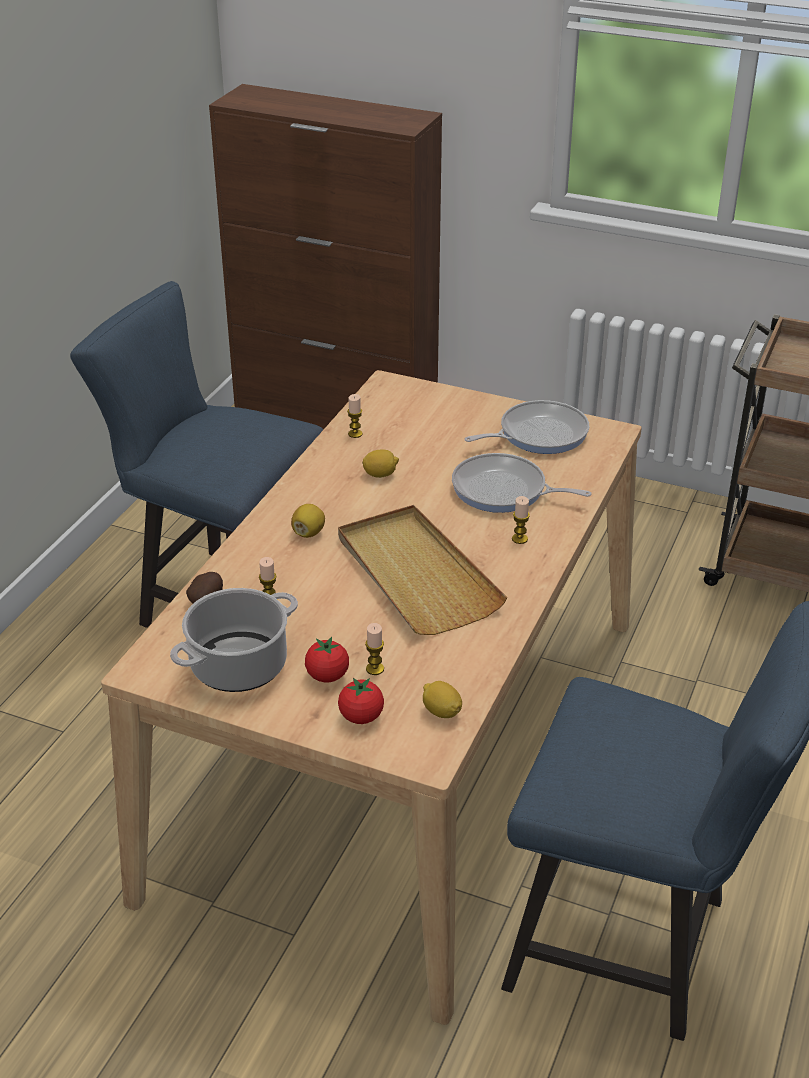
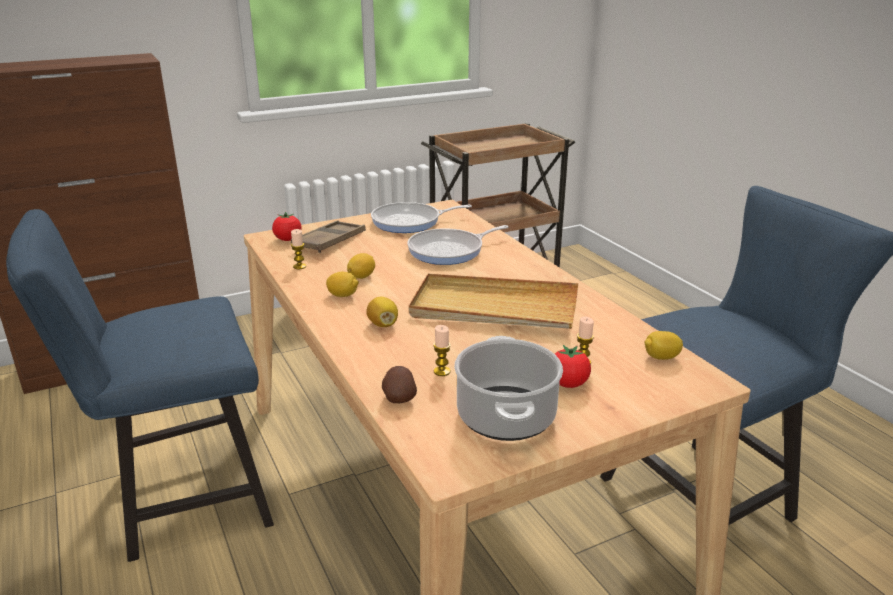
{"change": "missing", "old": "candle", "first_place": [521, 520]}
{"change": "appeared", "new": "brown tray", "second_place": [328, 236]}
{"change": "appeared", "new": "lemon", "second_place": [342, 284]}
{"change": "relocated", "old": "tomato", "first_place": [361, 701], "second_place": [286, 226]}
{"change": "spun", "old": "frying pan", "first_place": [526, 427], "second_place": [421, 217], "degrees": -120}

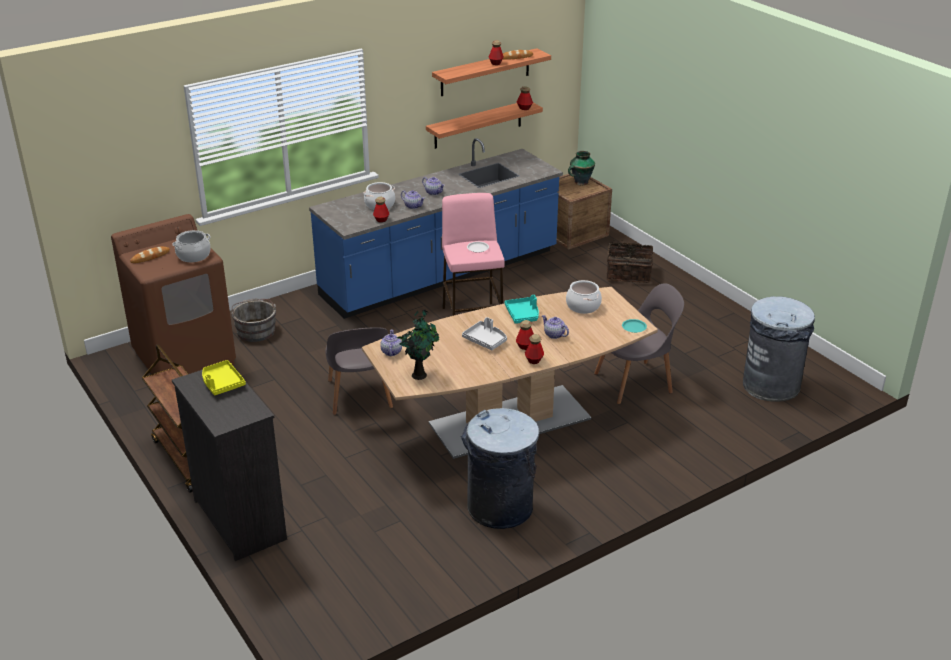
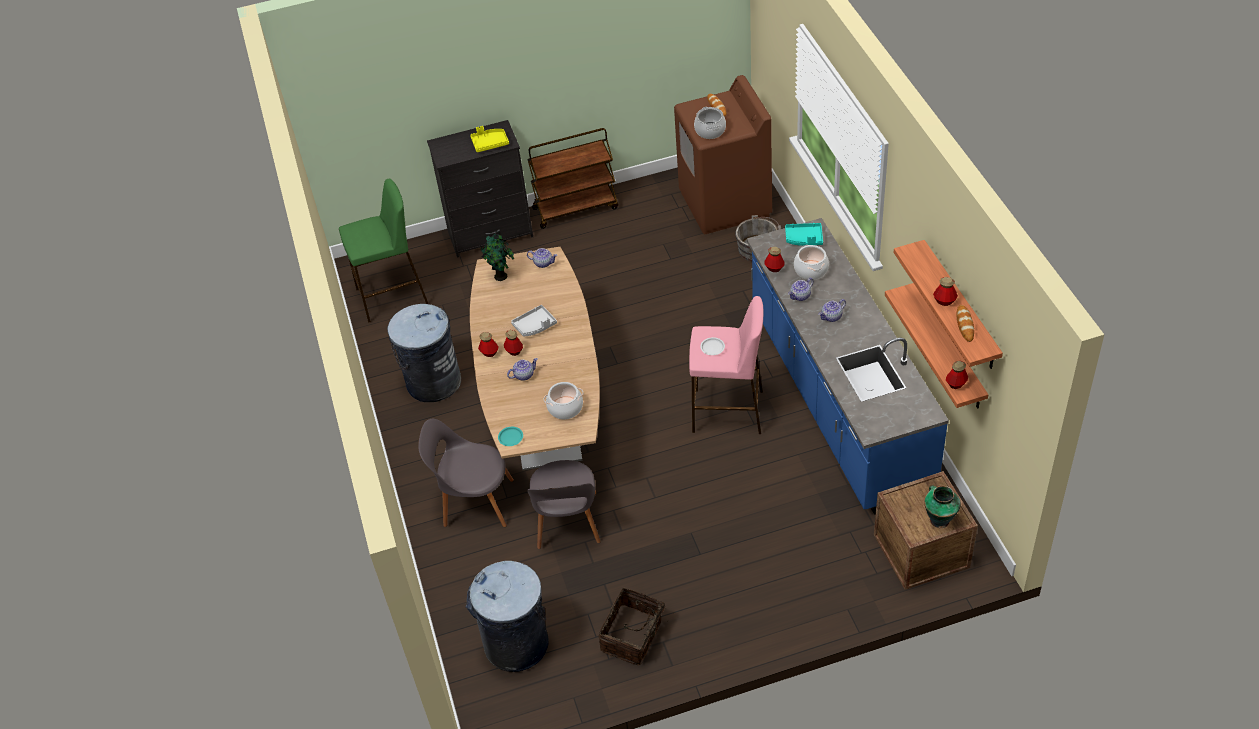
{"change": "appeared", "new": "green stool", "second_place": [384, 251]}
{"change": "relocated", "old": "grey chair", "first_place": [359, 371], "second_place": [466, 473]}
{"change": "relocated", "old": "turquoise tray", "first_place": [522, 309], "second_place": [804, 234]}
{"change": "relocated", "old": "basket", "first_place": [629, 262], "second_place": [636, 626]}

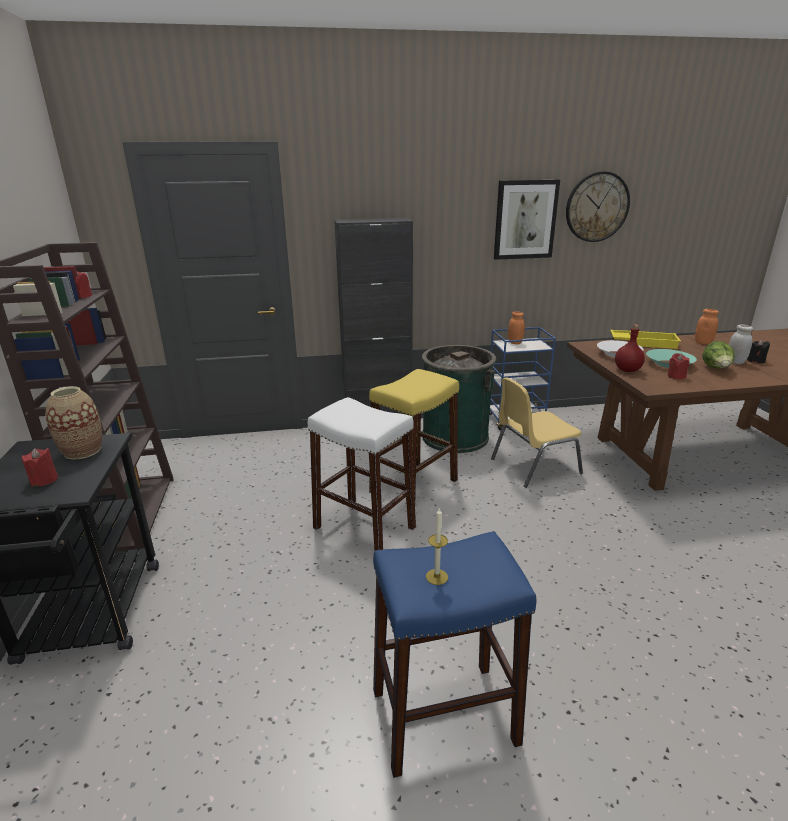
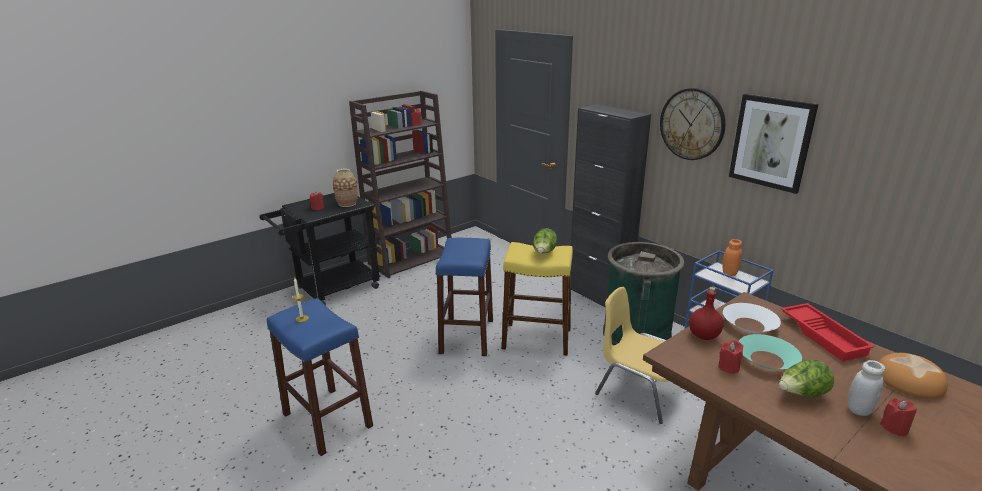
{"change": "appeared", "new": "lettuce", "second_place": [545, 240]}
{"change": "relocated", "old": "wall clock", "first_place": [598, 206], "second_place": [692, 124]}
{"change": "exchanged", "old": "orange jar", "new": "bread", "first_place": [707, 326], "second_place": [913, 376]}
{"change": "colour", "old": "white stool", "new": "blue stool", "first_place": [362, 474], "second_place": [464, 297]}
{"change": "colour", "old": "yellow tray", "new": "red tray", "first_place": [645, 339], "second_place": [828, 332]}
{"change": "colour", "old": "black candle", "new": "red candle", "first_place": [758, 351], "second_place": [898, 417]}

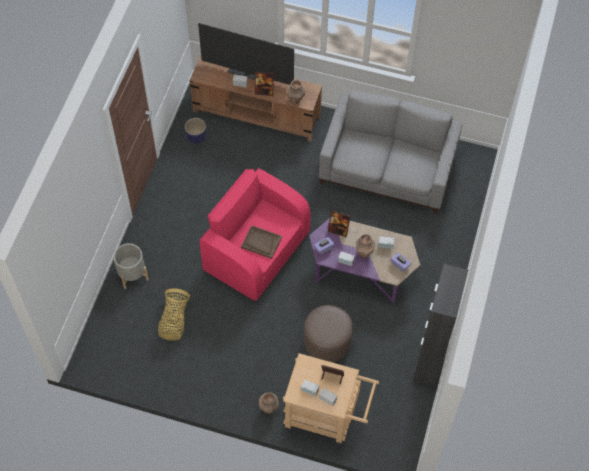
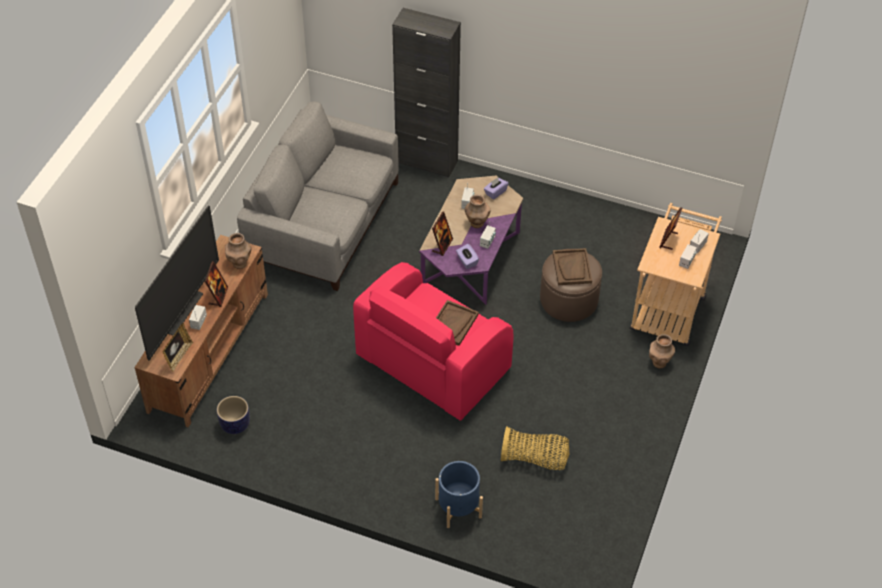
{"change": "appeared", "new": "picture frame", "second_place": [177, 347]}
{"change": "appeared", "new": "brown tray", "second_place": [572, 266]}
{"change": "relocated", "old": "black cabinet", "first_place": [440, 325], "second_place": [426, 93]}
{"change": "colour", "old": "grey planter", "new": "blue planter", "first_place": [131, 266], "second_place": [459, 494]}

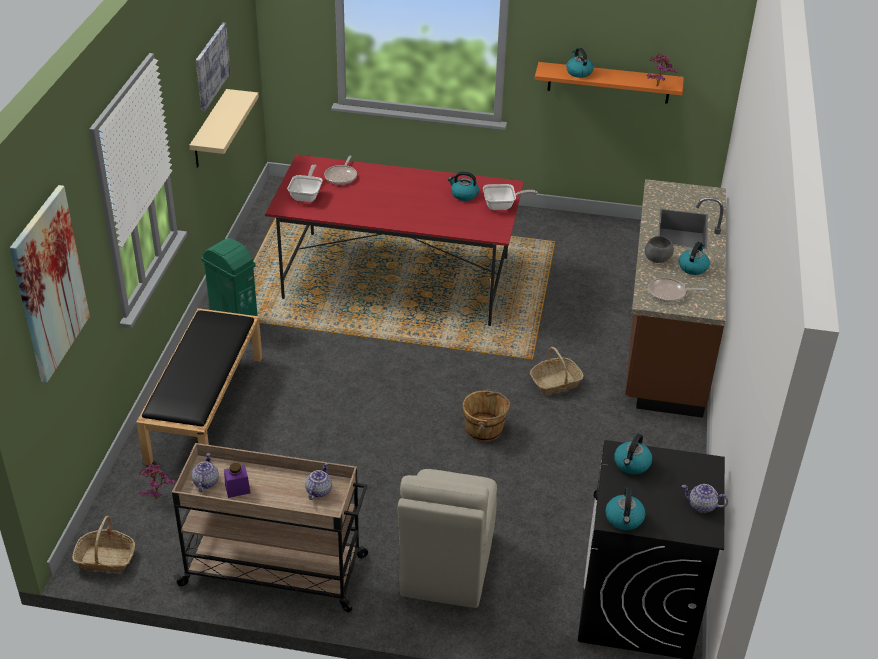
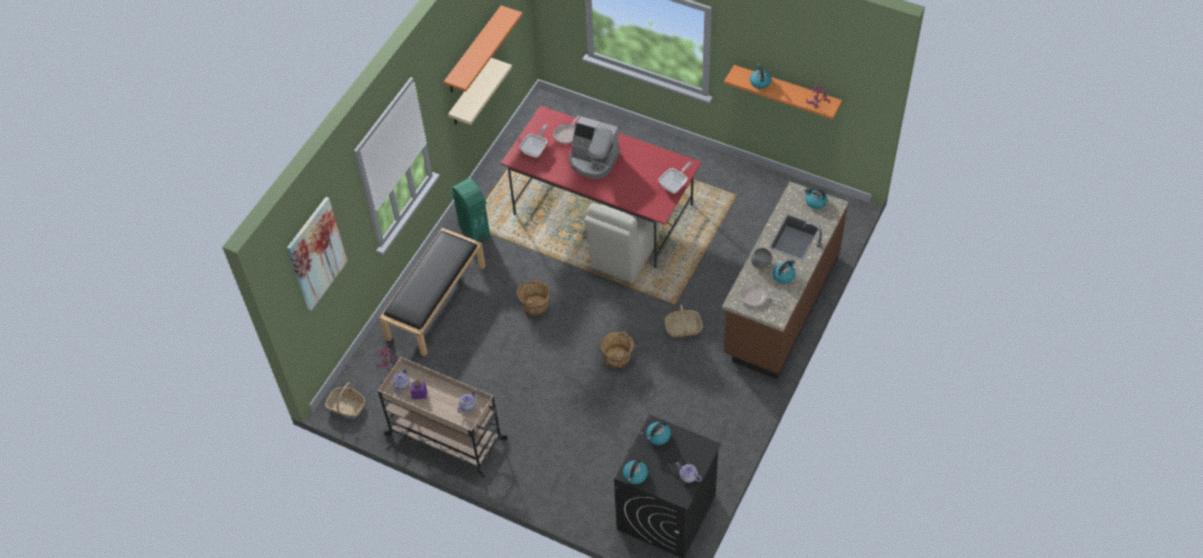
{"change": "appeared", "new": "brown bucket", "second_place": [533, 297]}
{"change": "appeared", "new": "coffee machine", "second_place": [594, 147]}
{"change": "relocated", "old": "beige chair", "first_place": [447, 538], "second_place": [621, 243]}
{"change": "relocated", "old": "kettle", "first_place": [463, 186], "second_place": [816, 198]}
{"change": "exchanged", "old": "picture", "new": "orange shelf", "first_place": [213, 67], "second_place": [483, 49]}
{"change": "spun", "old": "frying pan", "first_place": [510, 197], "second_place": [675, 177], "degrees": -60}

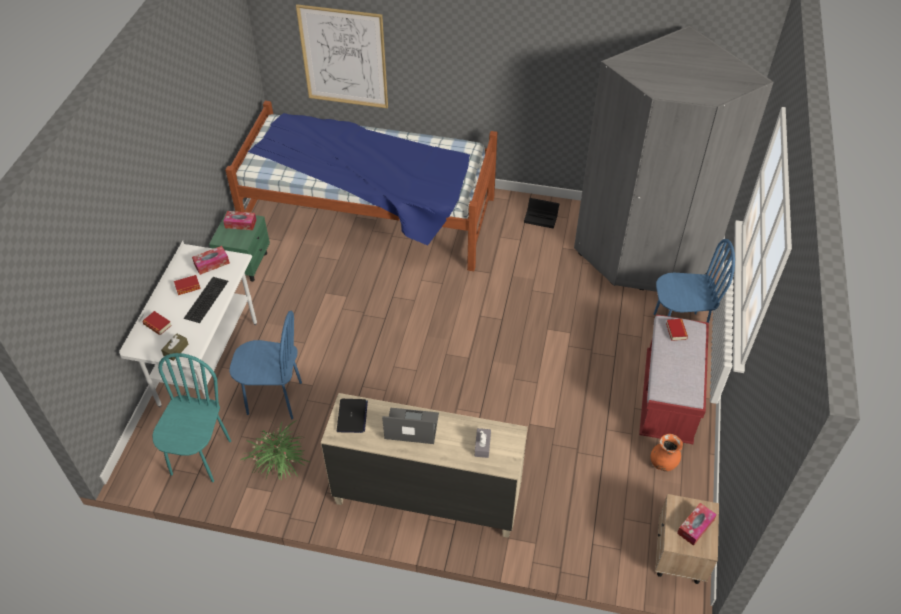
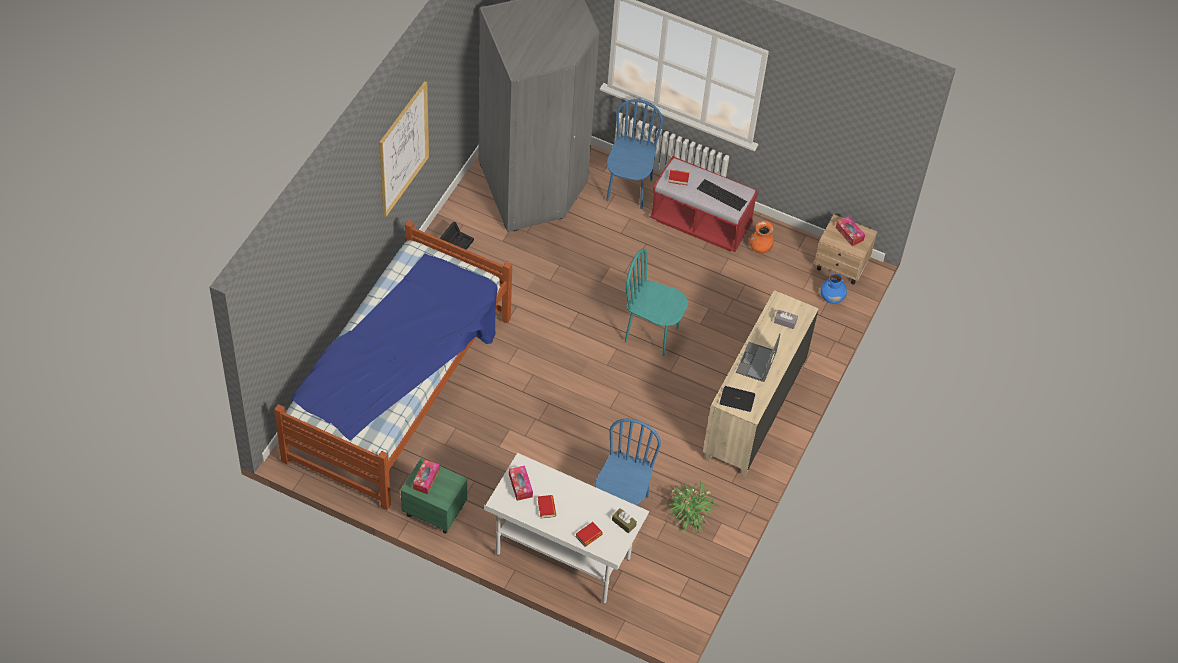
{"change": "appeared", "new": "blue vase", "second_place": [834, 288]}
{"change": "relocated", "old": "turquoise chair", "first_place": [191, 417], "second_place": [656, 302]}
{"change": "relocated", "old": "keyboard", "first_place": [206, 300], "second_place": [722, 195]}
{"change": "relocated", "old": "picture", "first_place": [342, 56], "second_place": [404, 149]}

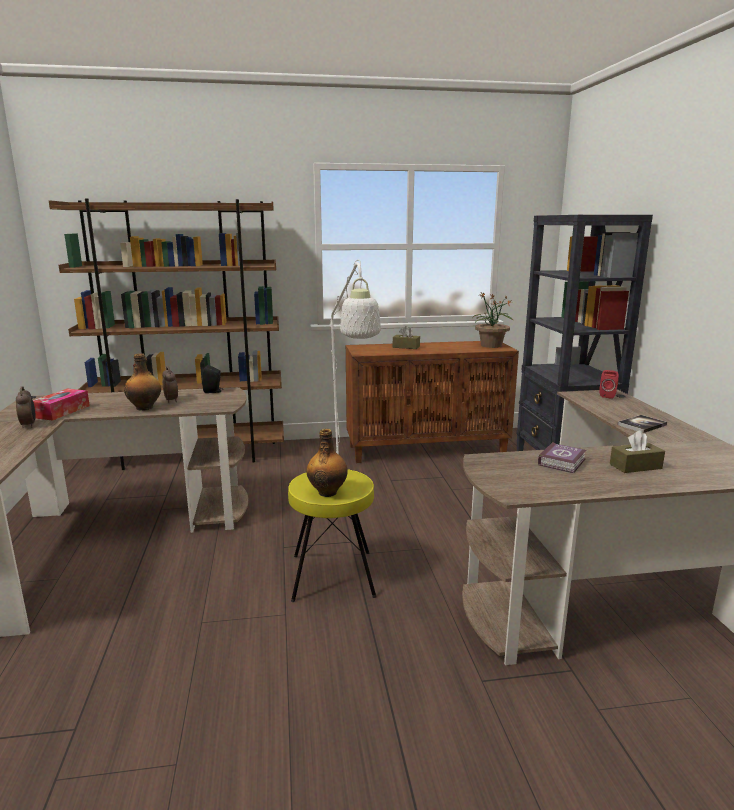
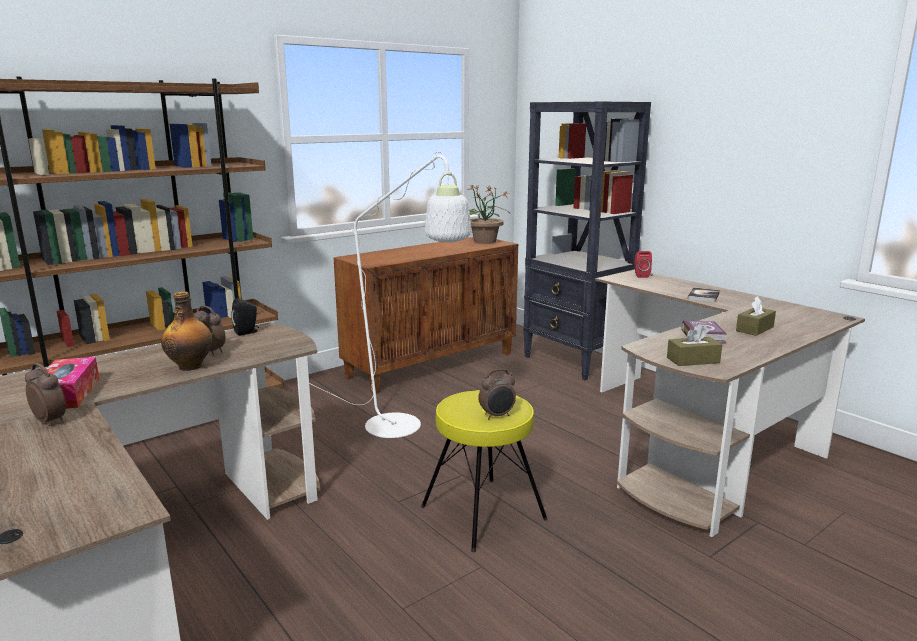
{"change": "relocated", "old": "brown tissue box", "first_place": [406, 337], "second_place": [694, 345]}
{"change": "exchanged", "old": "bottle", "new": "alarm clock", "first_place": [327, 463], "second_place": [497, 394]}

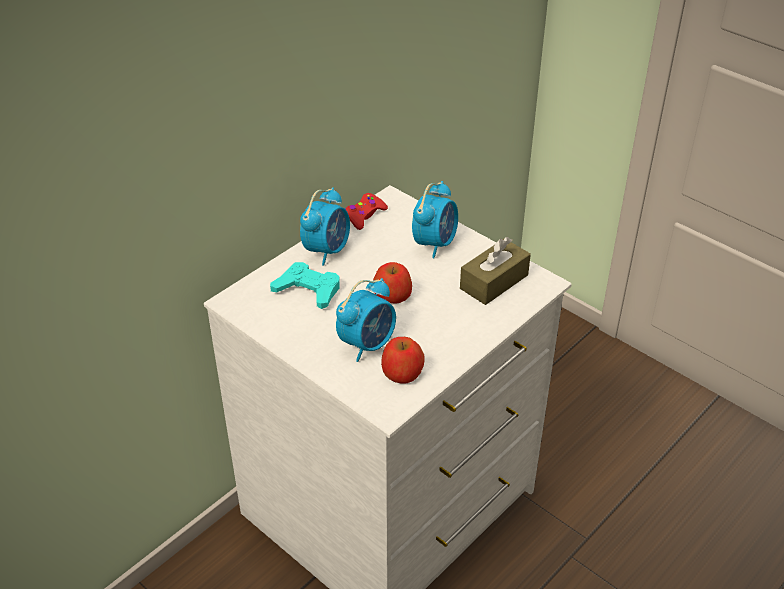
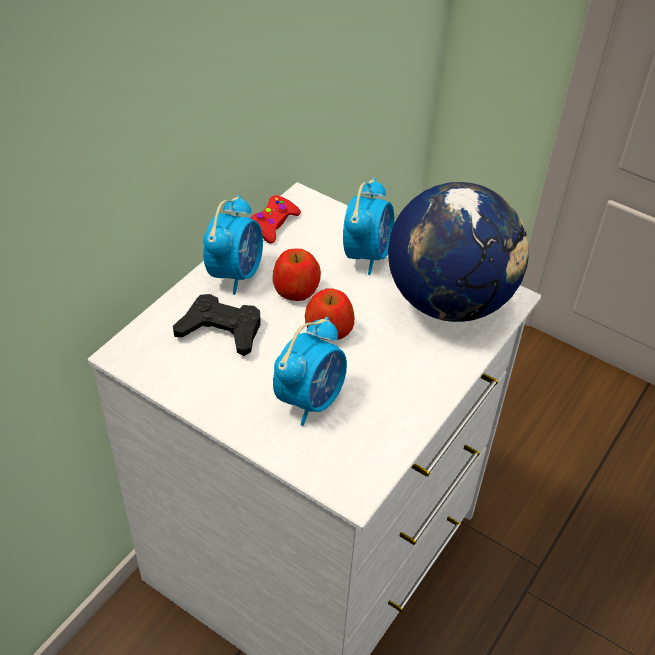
{"change": "relocated", "old": "apple", "first_place": [403, 360], "second_place": [297, 274]}
{"change": "exchanged", "old": "brown tissue box", "new": "globe", "first_place": [495, 271], "second_place": [458, 252]}
{"change": "colour", "old": "turquoise game controller", "new": "black game controller", "first_place": [305, 285], "second_place": [217, 325]}

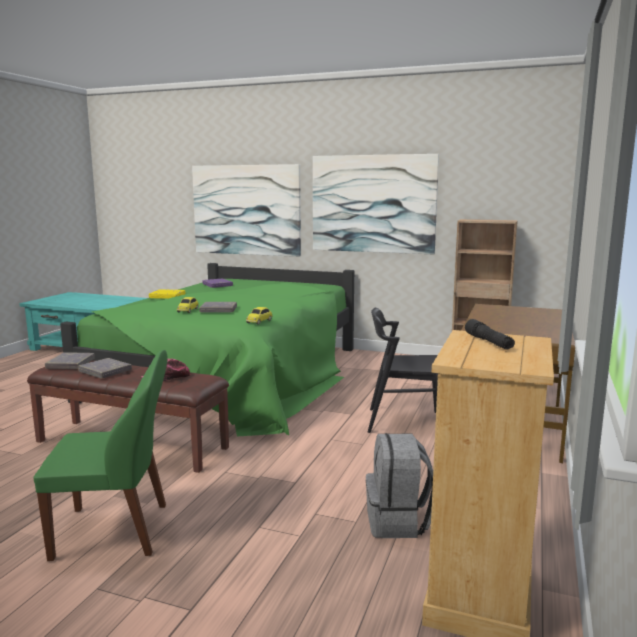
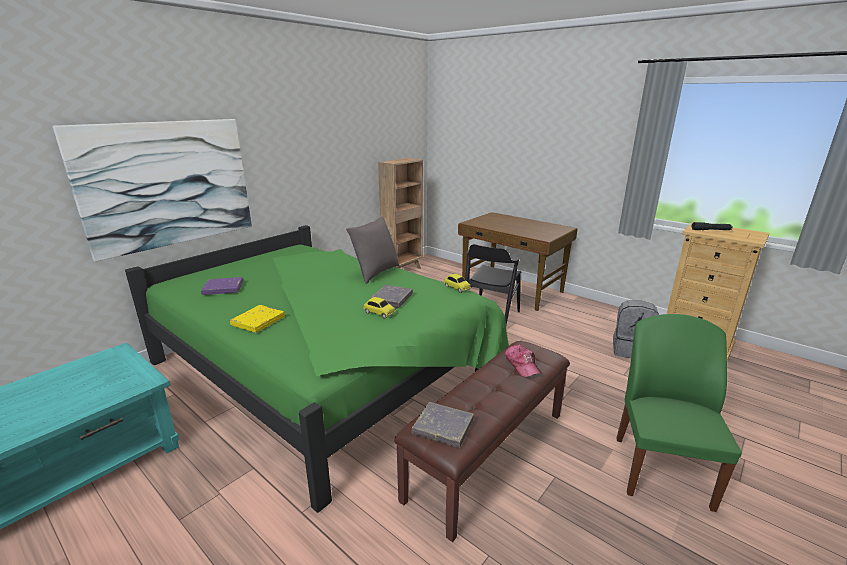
{"change": "missing", "old": "grey book", "first_place": [105, 368]}
{"change": "missing", "old": "picture", "first_place": [376, 204]}
{"change": "appeared", "new": "grey pillow", "second_place": [372, 250]}

